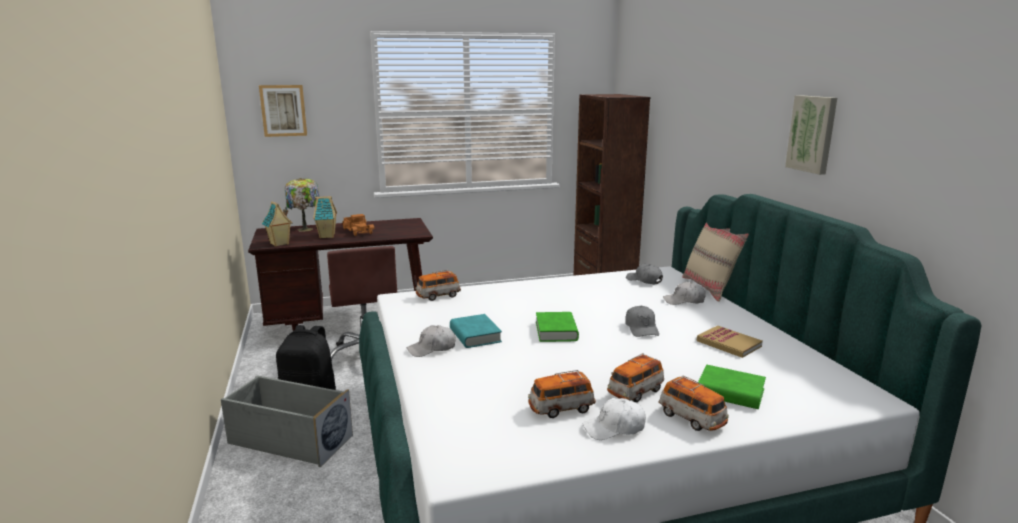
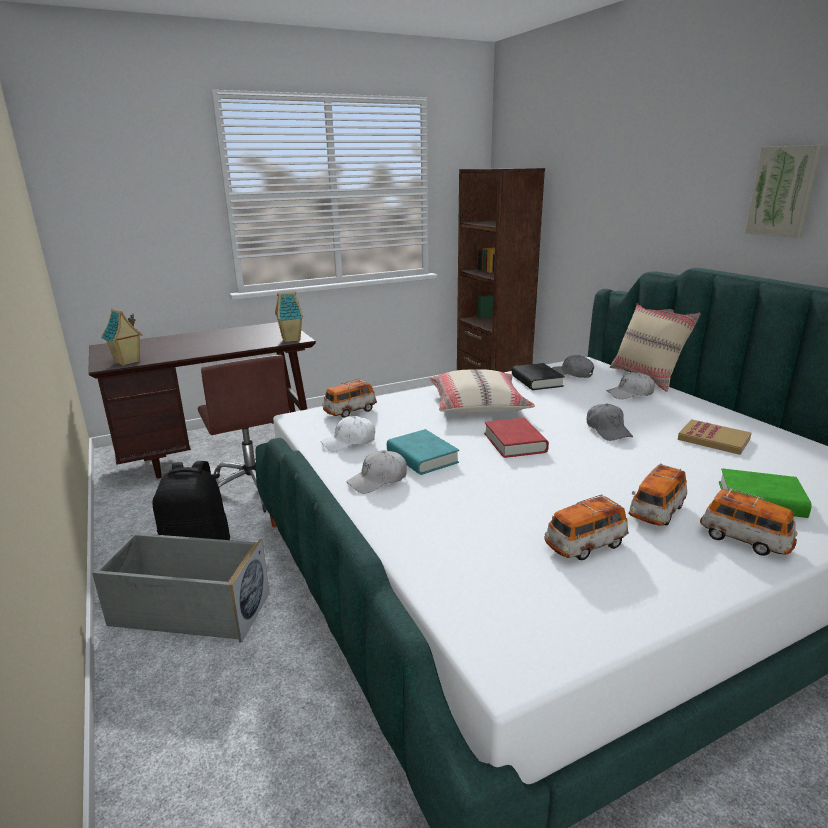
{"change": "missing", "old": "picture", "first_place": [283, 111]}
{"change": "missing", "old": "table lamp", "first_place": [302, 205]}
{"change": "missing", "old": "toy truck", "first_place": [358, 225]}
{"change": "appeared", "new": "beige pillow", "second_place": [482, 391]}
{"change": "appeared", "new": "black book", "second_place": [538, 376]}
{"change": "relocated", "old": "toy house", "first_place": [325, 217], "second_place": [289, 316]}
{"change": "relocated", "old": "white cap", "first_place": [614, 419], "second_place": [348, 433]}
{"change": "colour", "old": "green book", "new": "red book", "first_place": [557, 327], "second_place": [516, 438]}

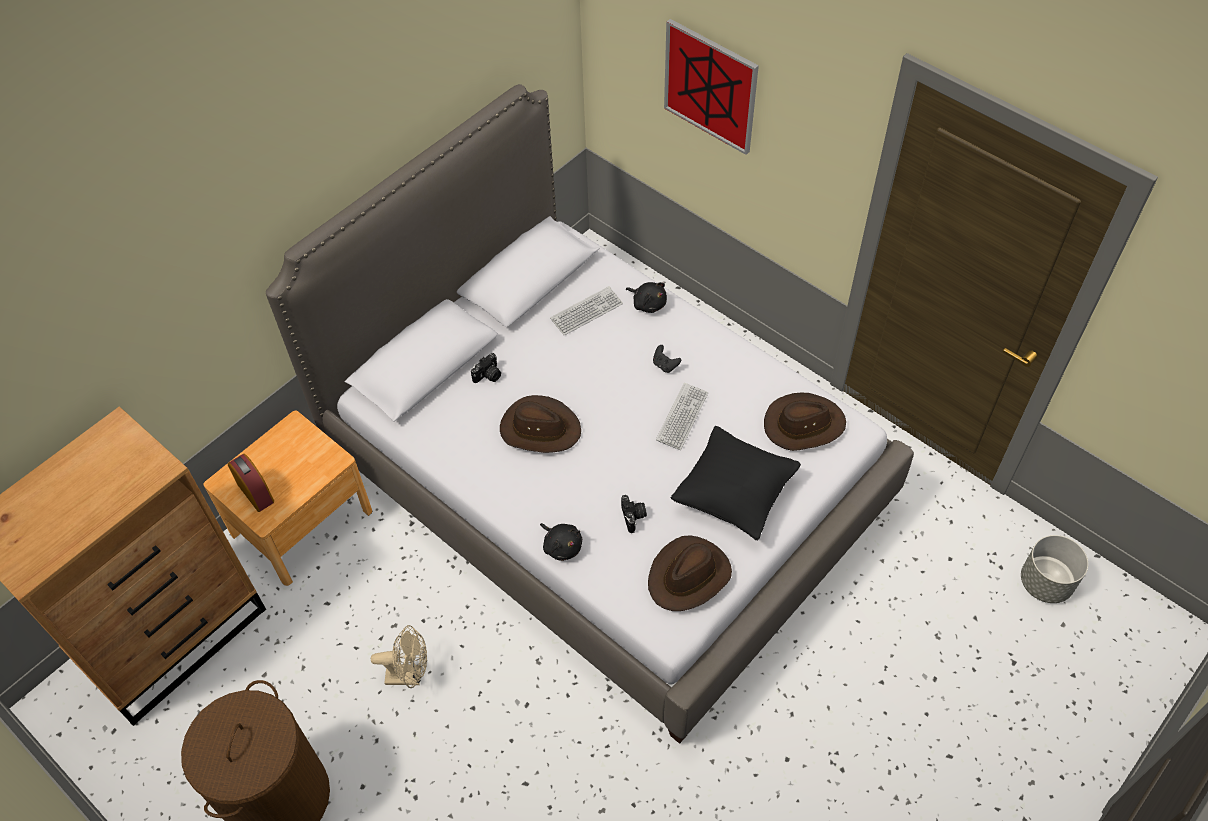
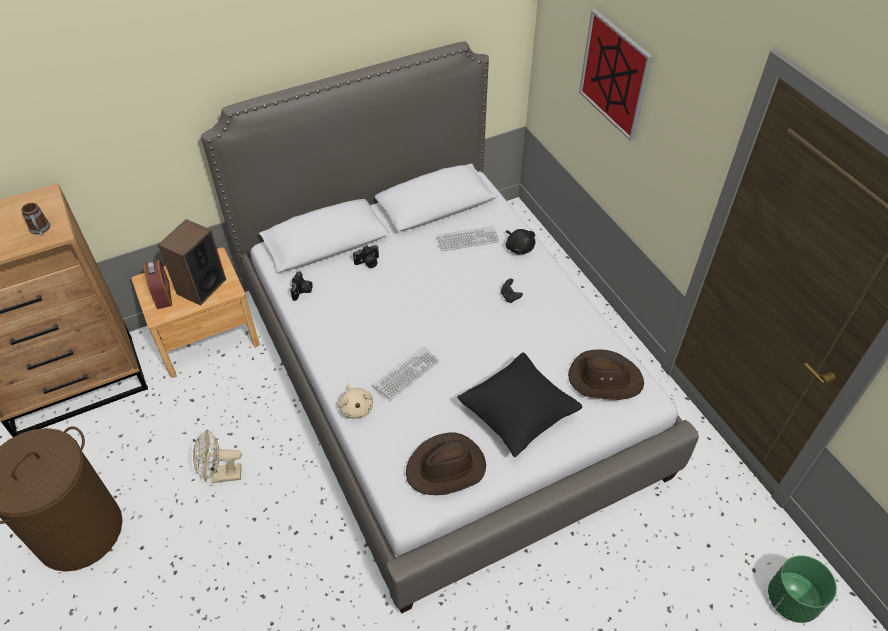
{"change": "missing", "old": "brown hat", "first_place": [540, 424]}
{"change": "appeared", "new": "mug", "second_place": [35, 219]}
{"change": "appeared", "new": "speaker", "second_place": [192, 262]}
{"change": "relocated", "old": "photo camera", "first_place": [634, 514], "second_place": [301, 286]}
{"change": "relocated", "old": "keyboard", "first_place": [682, 416], "second_place": [406, 373]}
{"change": "colour", "old": "black plush toy", "new": "beige plush toy", "first_place": [561, 542], "second_place": [355, 401]}
{"change": "colour", "old": "grey planter", "new": "green planter", "first_place": [1054, 569], "second_place": [802, 589]}
{"change": "spun", "old": "beige fan", "first_place": [399, 656], "second_place": [217, 456], "degrees": 150}

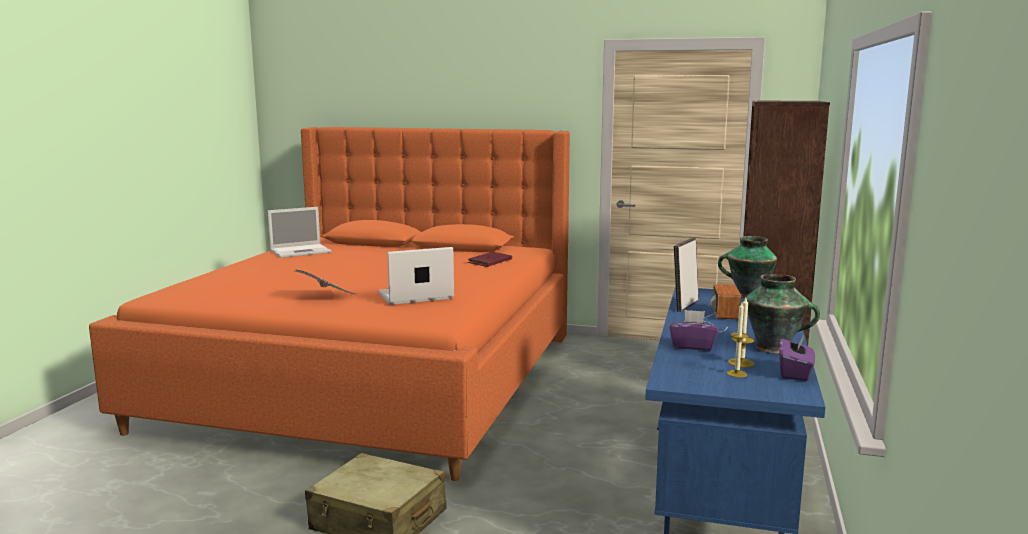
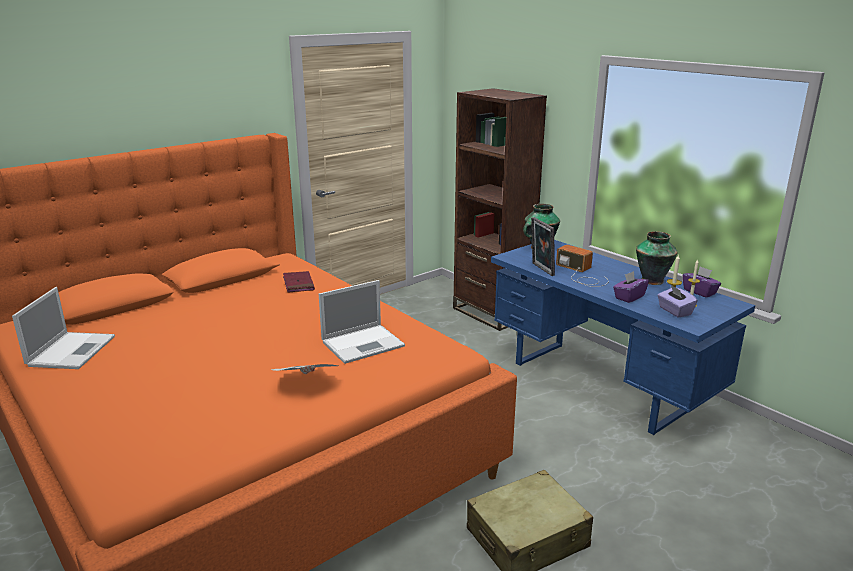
{"change": "appeared", "new": "purple tissue box", "second_place": [678, 301]}
{"change": "spun", "old": "laptop", "first_place": [416, 276], "second_place": [362, 322], "degrees": -135}

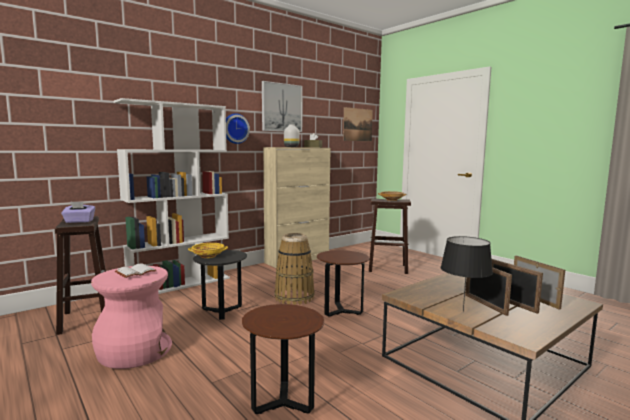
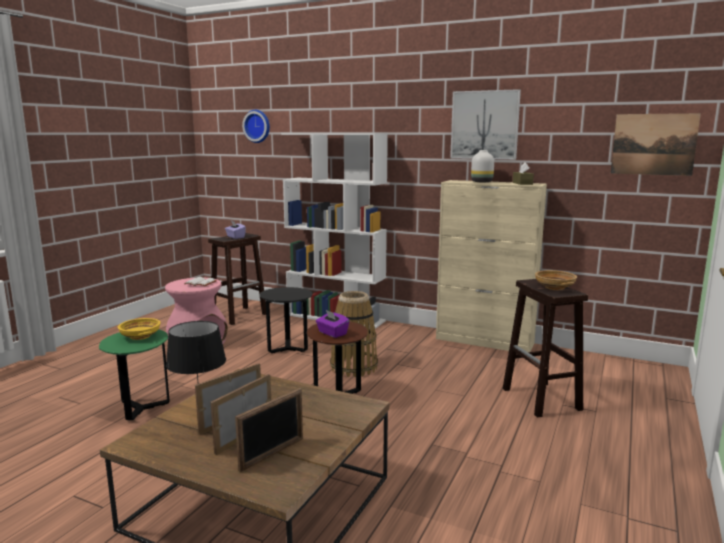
{"change": "appeared", "new": "purple tissue box", "second_place": [332, 324]}
{"change": "relocated", "old": "yellow bowl", "first_place": [208, 250], "second_place": [139, 329]}
{"change": "relocated", "old": "wall clock", "first_place": [238, 128], "second_place": [256, 126]}
{"change": "colour", "old": "brown side table", "new": "green side table", "first_place": [283, 359], "second_place": [134, 374]}

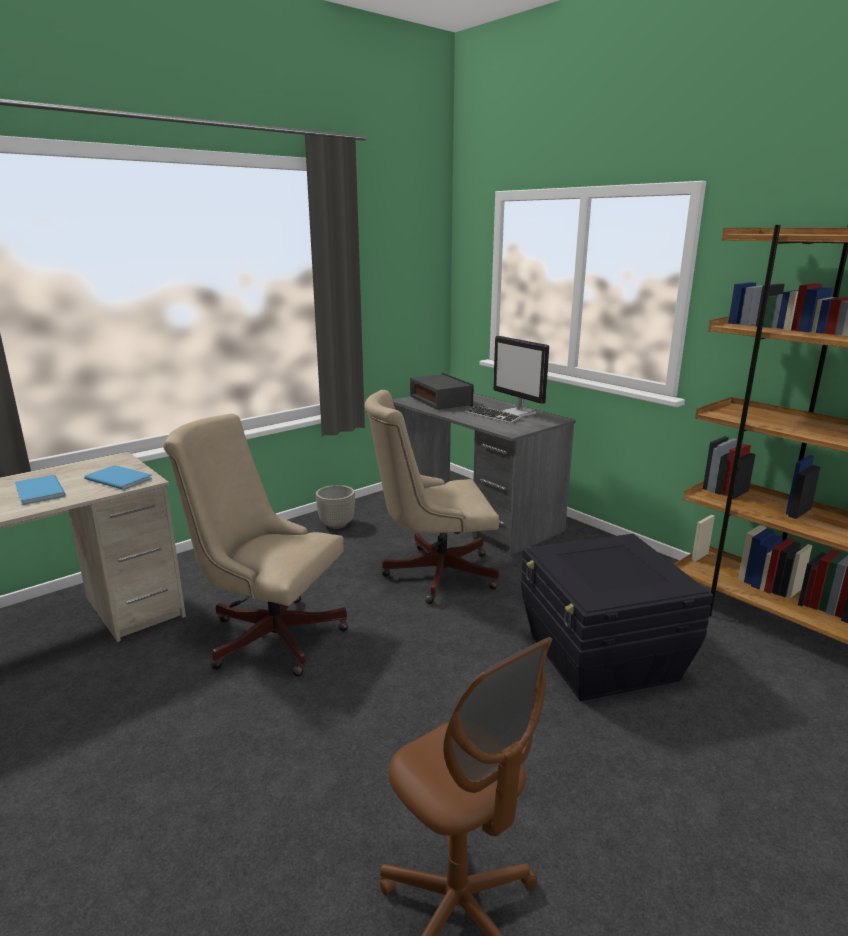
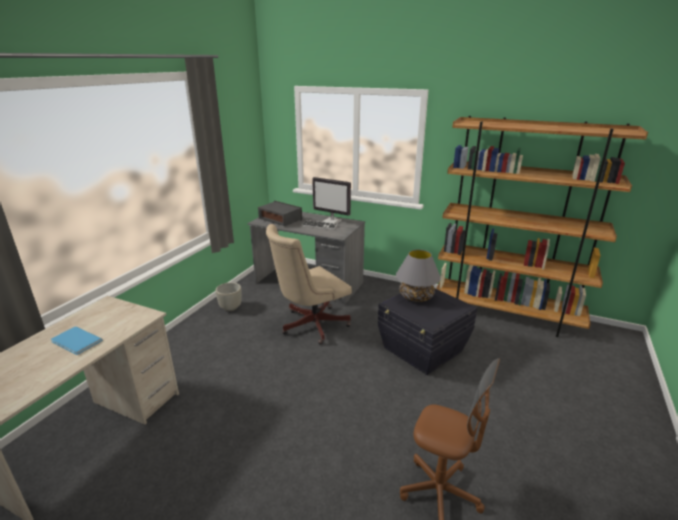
{"change": "missing", "old": "blue book", "first_place": [118, 477]}
{"change": "missing", "old": "beige office chair", "first_place": [256, 545]}
{"change": "appeared", "new": "grey table lamp", "second_place": [418, 276]}

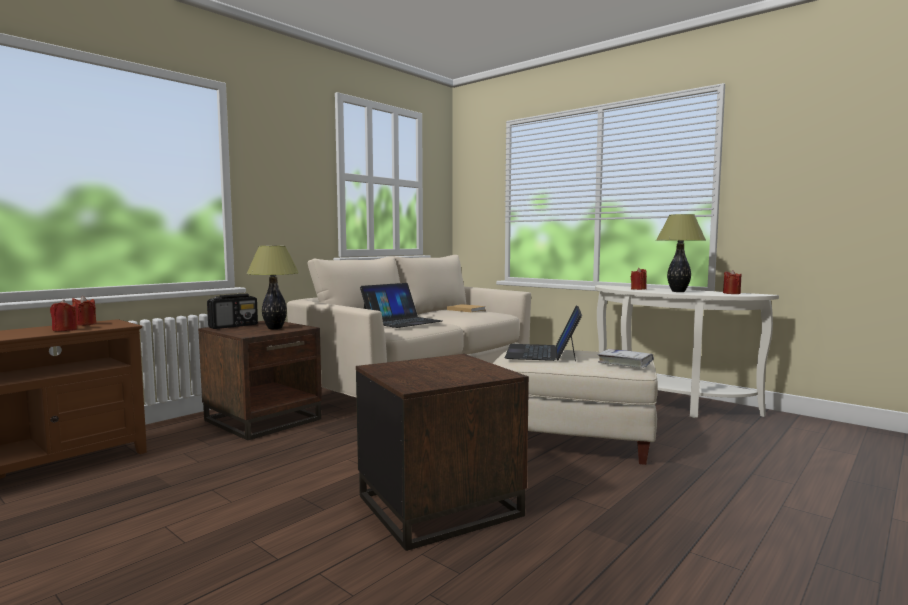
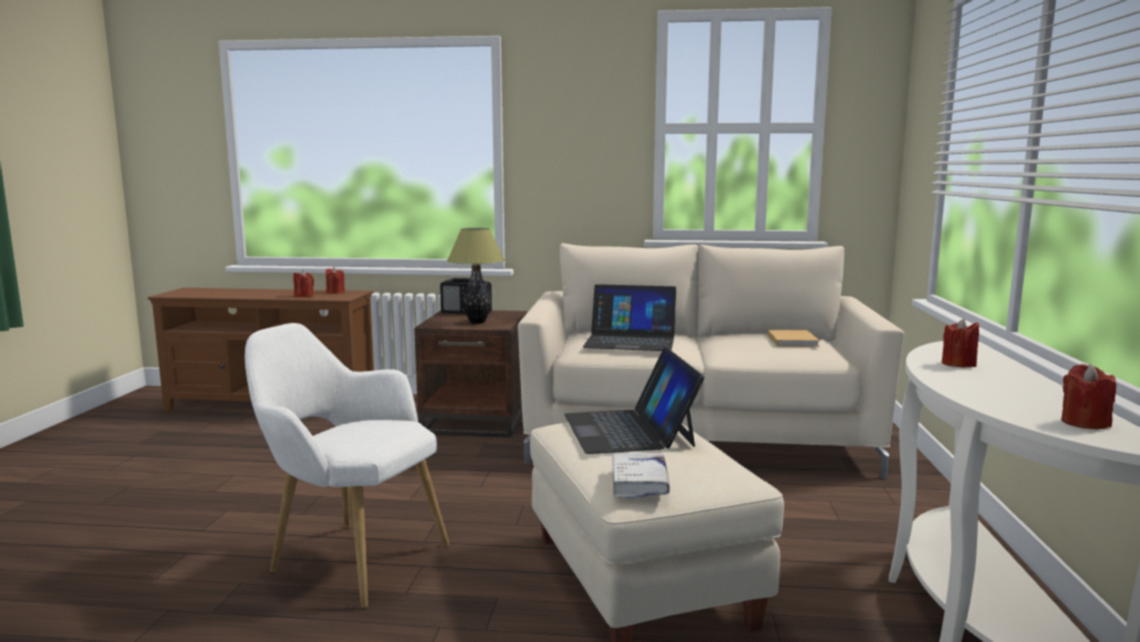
{"change": "missing", "old": "table lamp", "first_place": [681, 253]}
{"change": "exchanged", "old": "brown side table", "new": "white armchair", "first_place": [442, 452], "second_place": [347, 465]}
{"change": "spun", "old": "laptop", "first_place": [543, 333], "second_place": [634, 400], "degrees": -75}

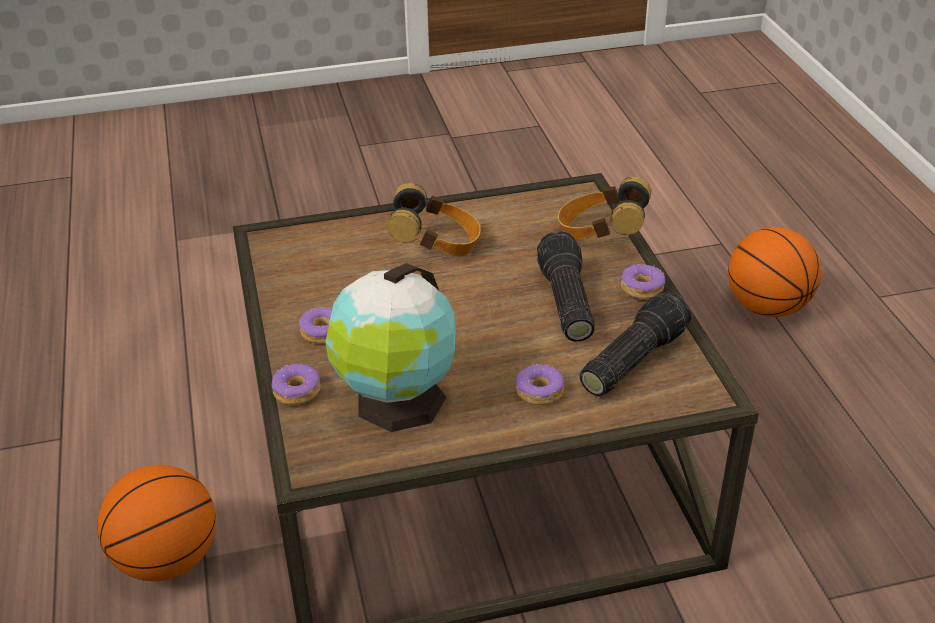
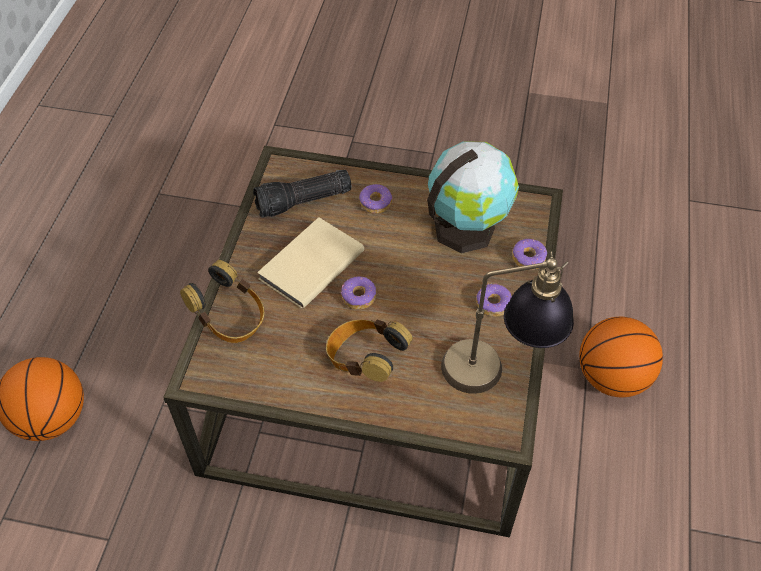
{"change": "appeared", "new": "table lamp", "second_place": [507, 322]}
{"change": "relocated", "old": "donut", "first_place": [643, 281], "second_place": [358, 292]}
{"change": "exchanged", "old": "flashlight", "new": "beige book", "first_place": [566, 286], "second_place": [310, 263]}

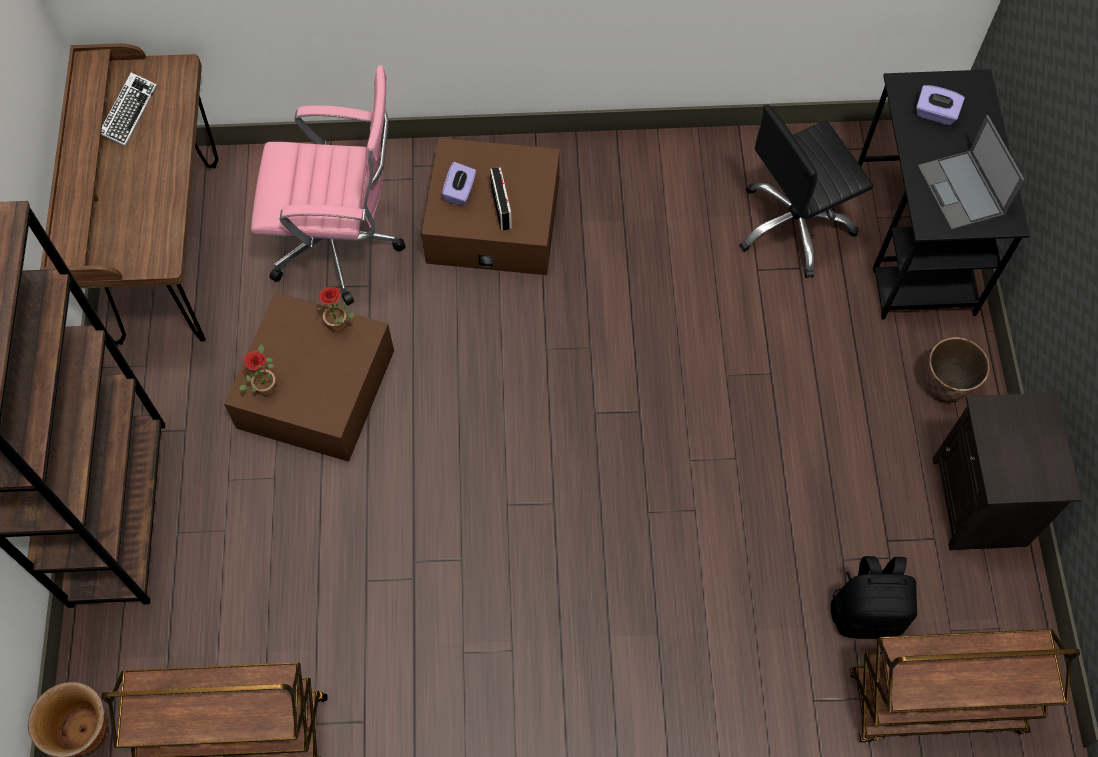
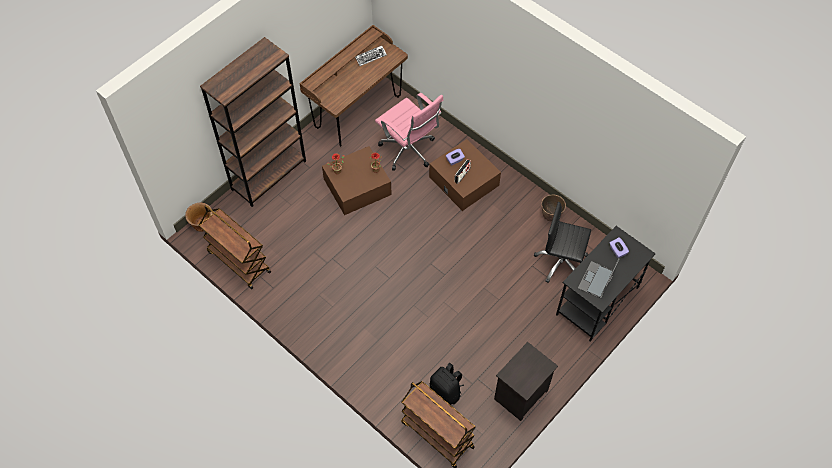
{"change": "relocated", "old": "planter", "first_place": [958, 369], "second_place": [553, 208]}

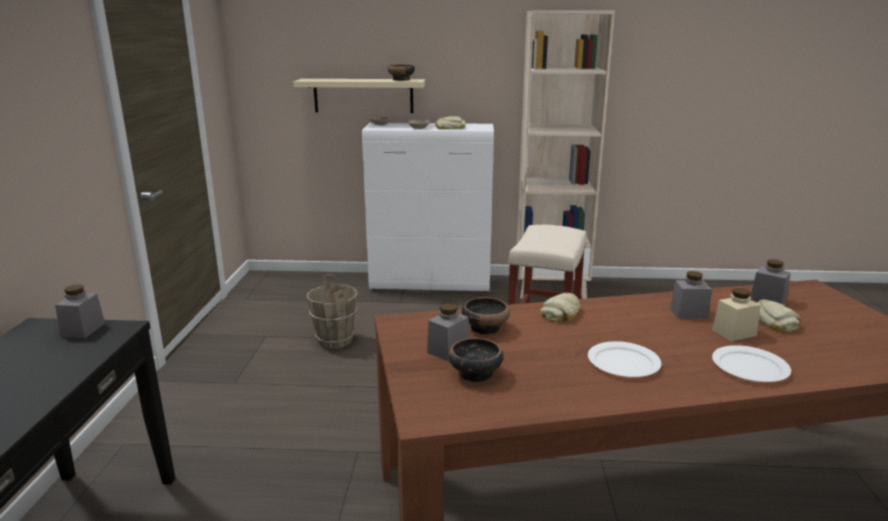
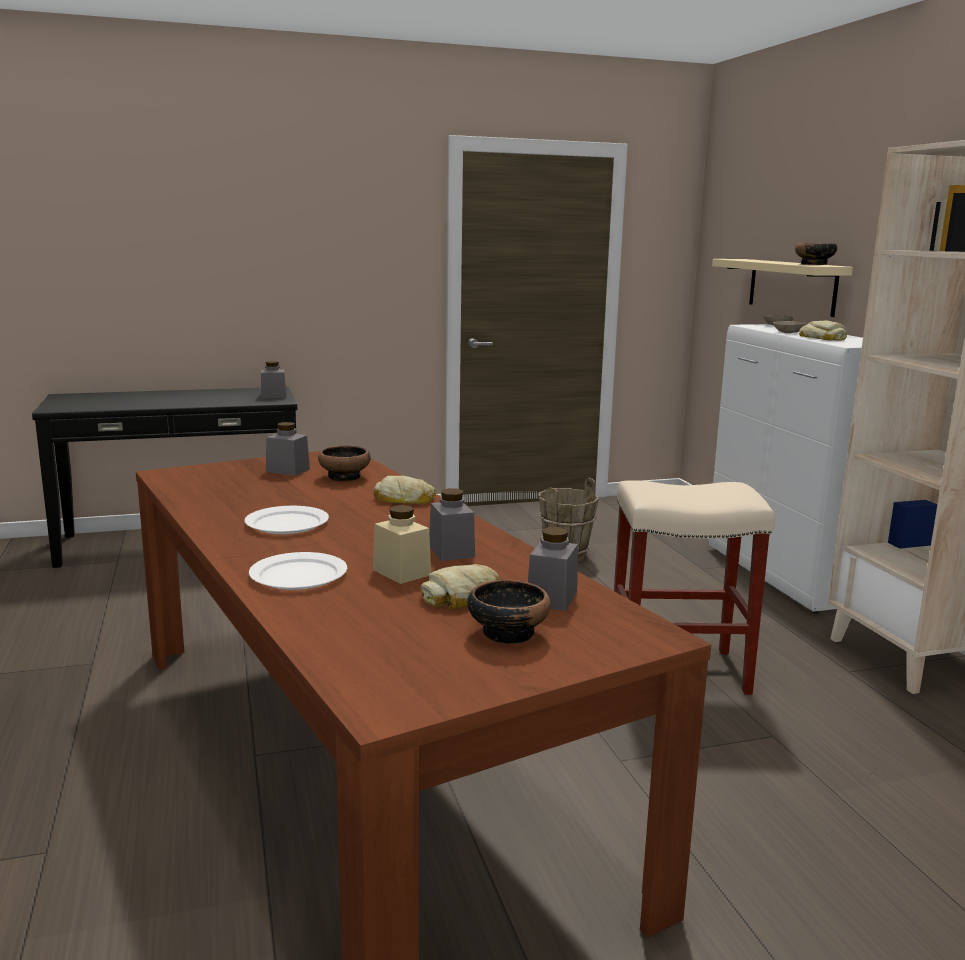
{"change": "relocated", "old": "bowl", "first_place": [476, 360], "second_place": [509, 612]}

